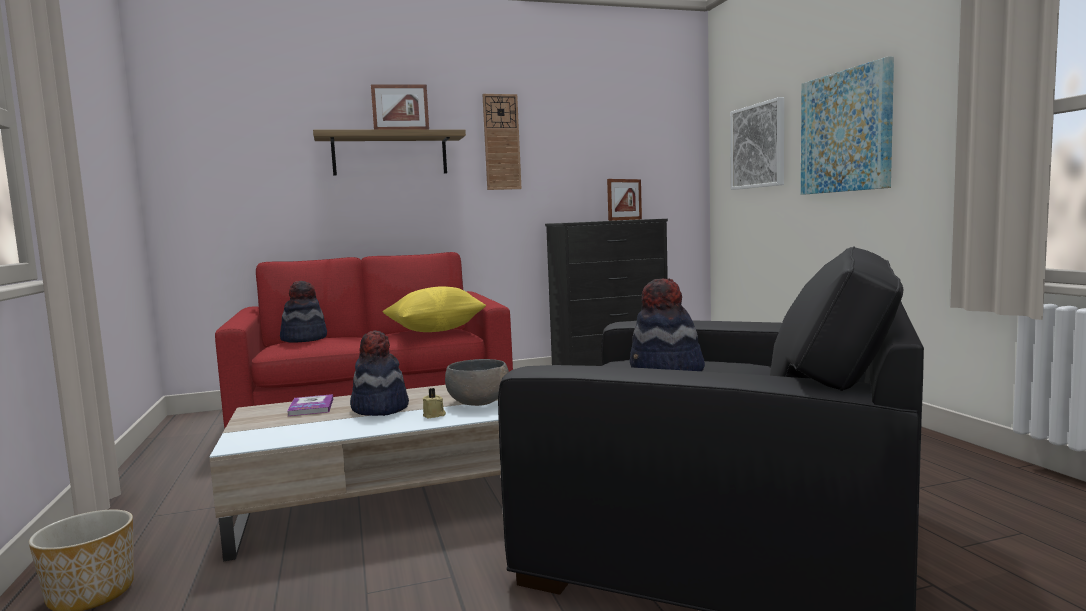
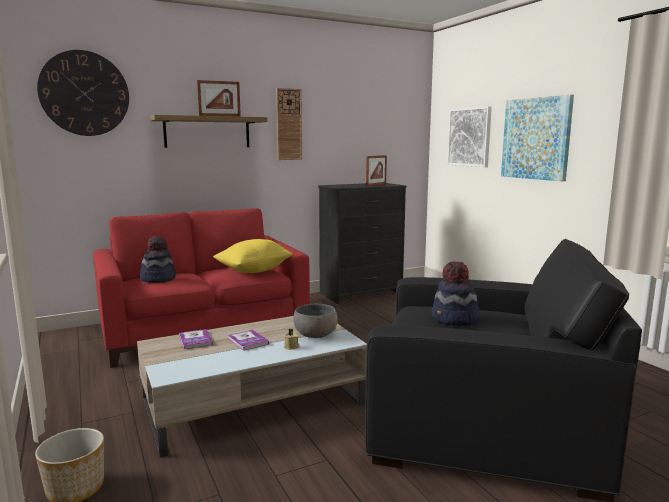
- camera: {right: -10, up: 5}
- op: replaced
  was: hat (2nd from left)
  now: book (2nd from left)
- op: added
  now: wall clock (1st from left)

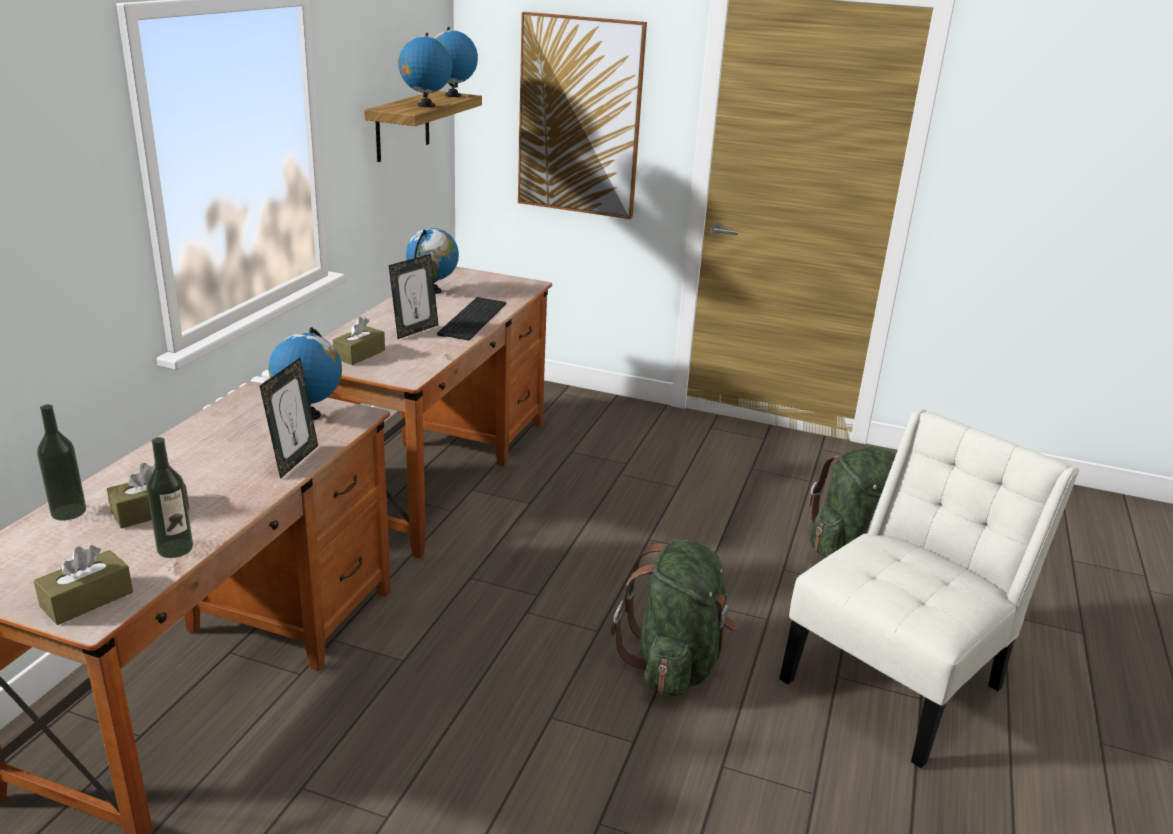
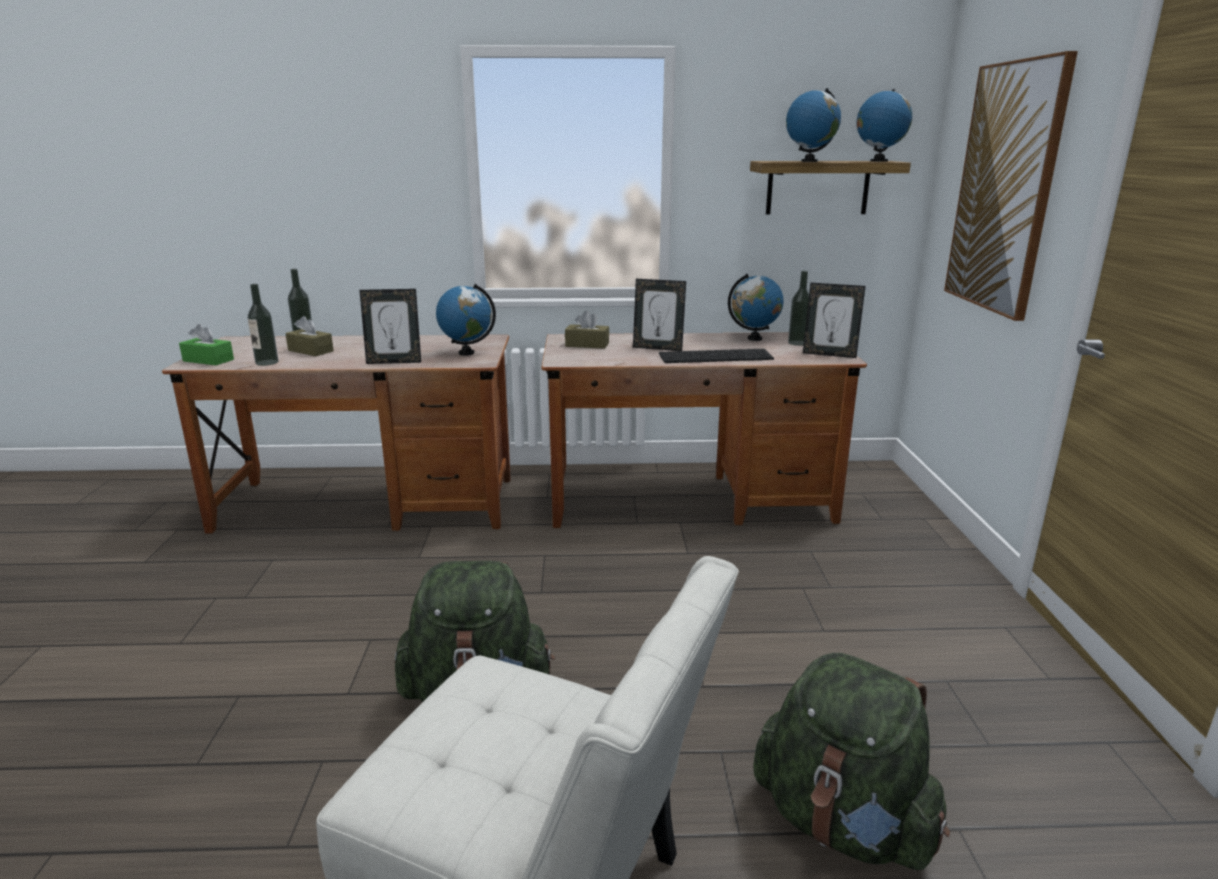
- camera: {right: 70, up: -5}
- op: recoloured
  was: tissue box (brown) (1st from left)
  now: tissue box (green)
- op: added
  now: bottle (3rd from left)
- op: added
  now: picture frame (3rd from left)

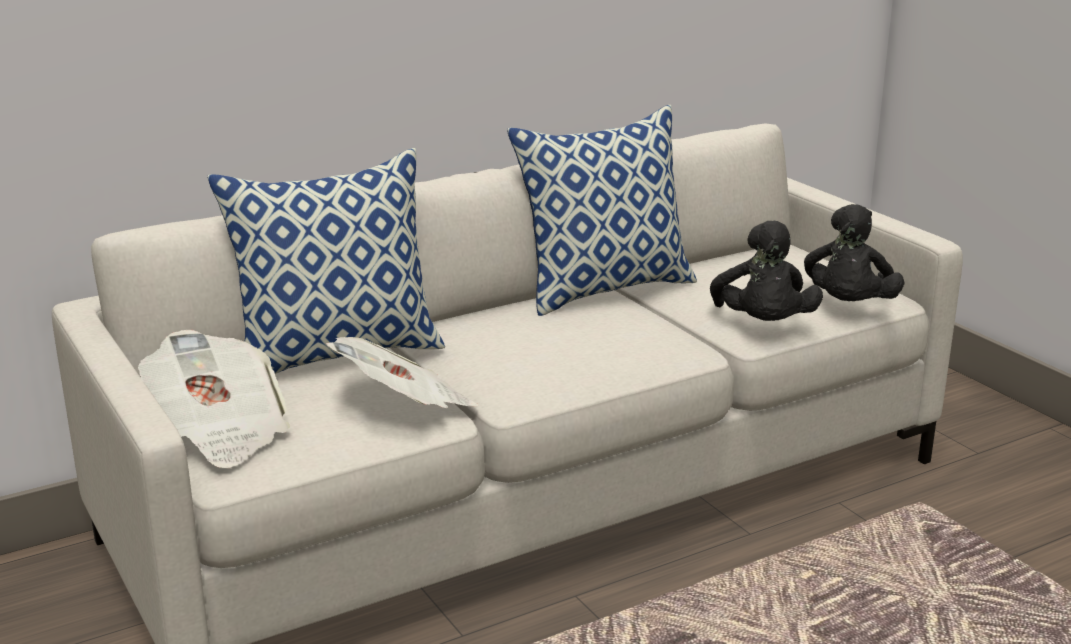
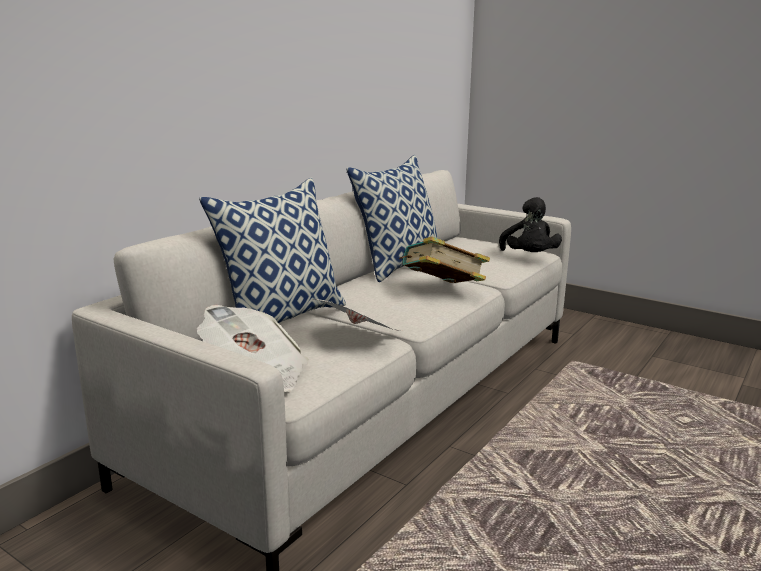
- camera: {right: -25, up: -5}
- op: removed
  was: plush toy (black) (1st from left)
- op: added
  now: book

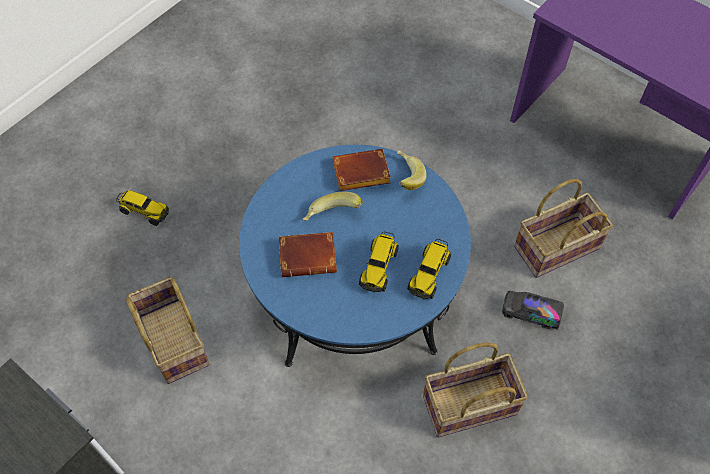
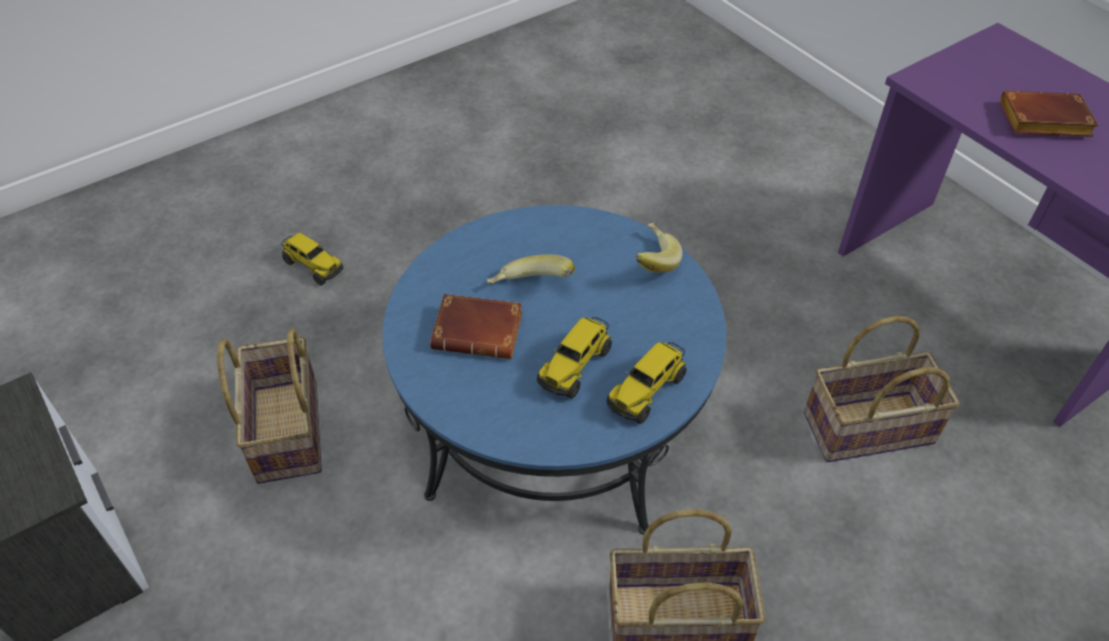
- camera: {right: 15, up: -10}
- op: moved
  was: book (brown) (2nd from left)
- op: removed
  was: toy truck (4th from left)

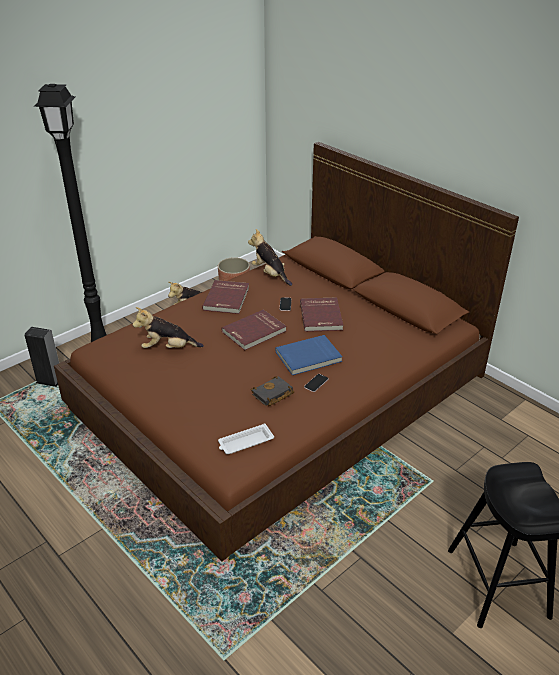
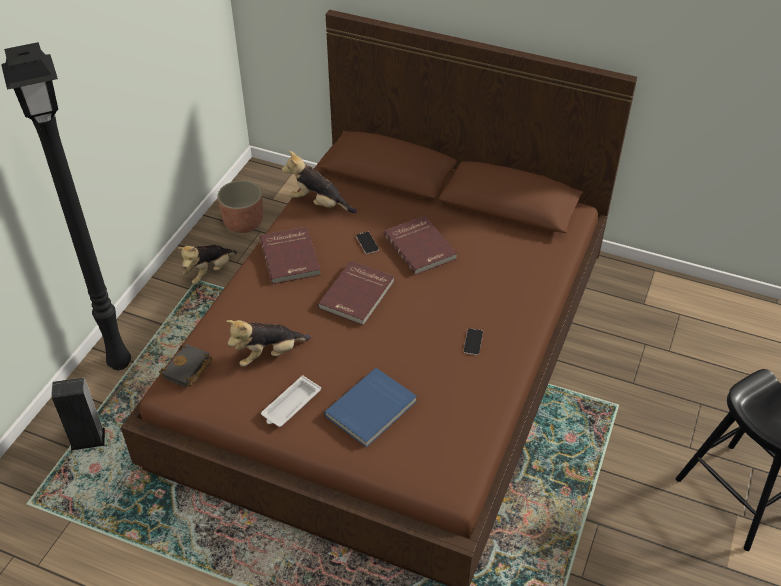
- camera: {right: -25, up: 10}
- op: moved
  was: book (blue)
- op: moved
  was: book (black)
- op: moved
  was: tray (white)

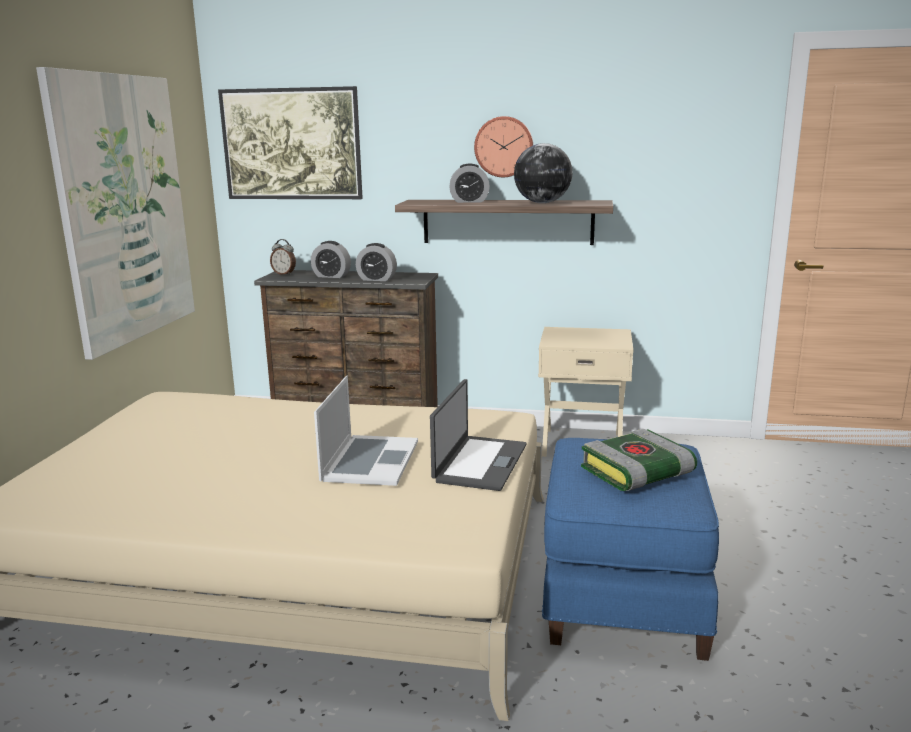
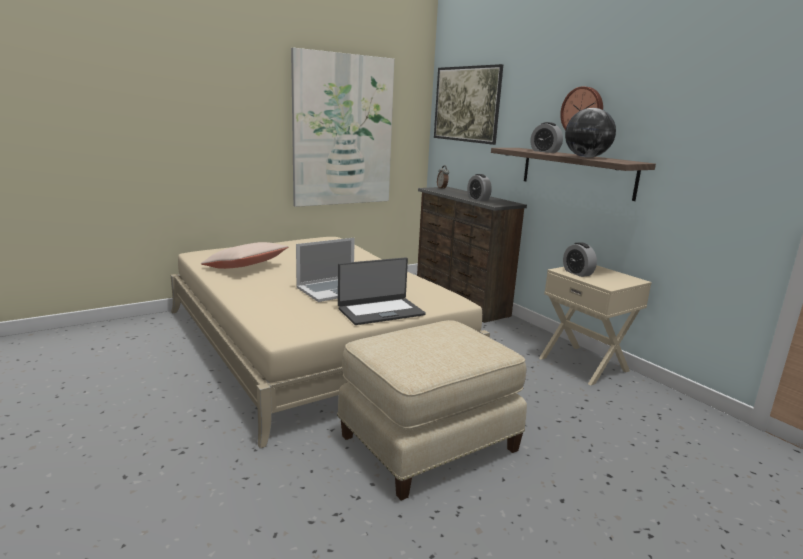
- camera: {right: 45, up: 0}
- op: moved
  was: alarm clock (2nd from left in the first image)
  now: alarm clock (4th from left)
- op: removed
  was: book
- op: recoloured
  was: ottoman (blue)
  now: ottoman (beige)
- op: added
  now: pillow (beige)

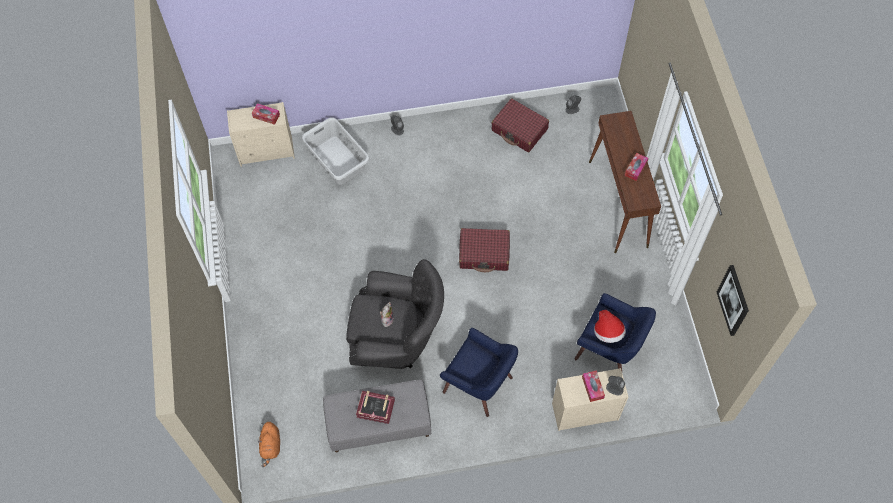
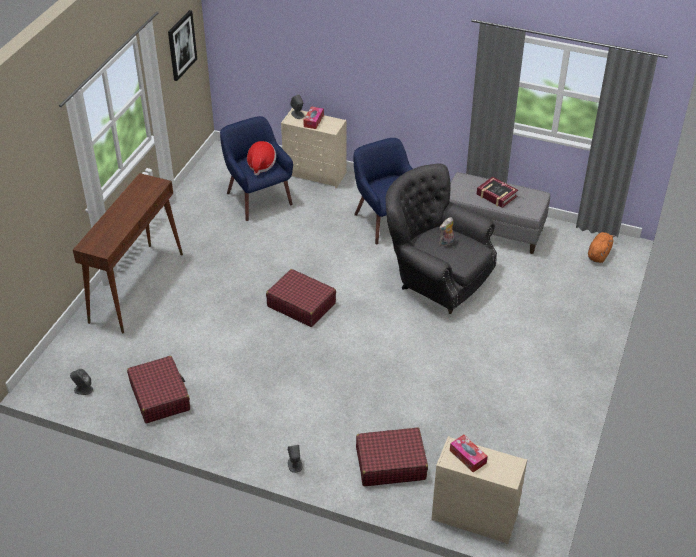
- camera: {right: -150, up: -20}
- op: replaced
  was: laundry basket (grey)
  now: suitcase (red) (3rd from left)
- op: removed
  was: tissue box (3rd from left)

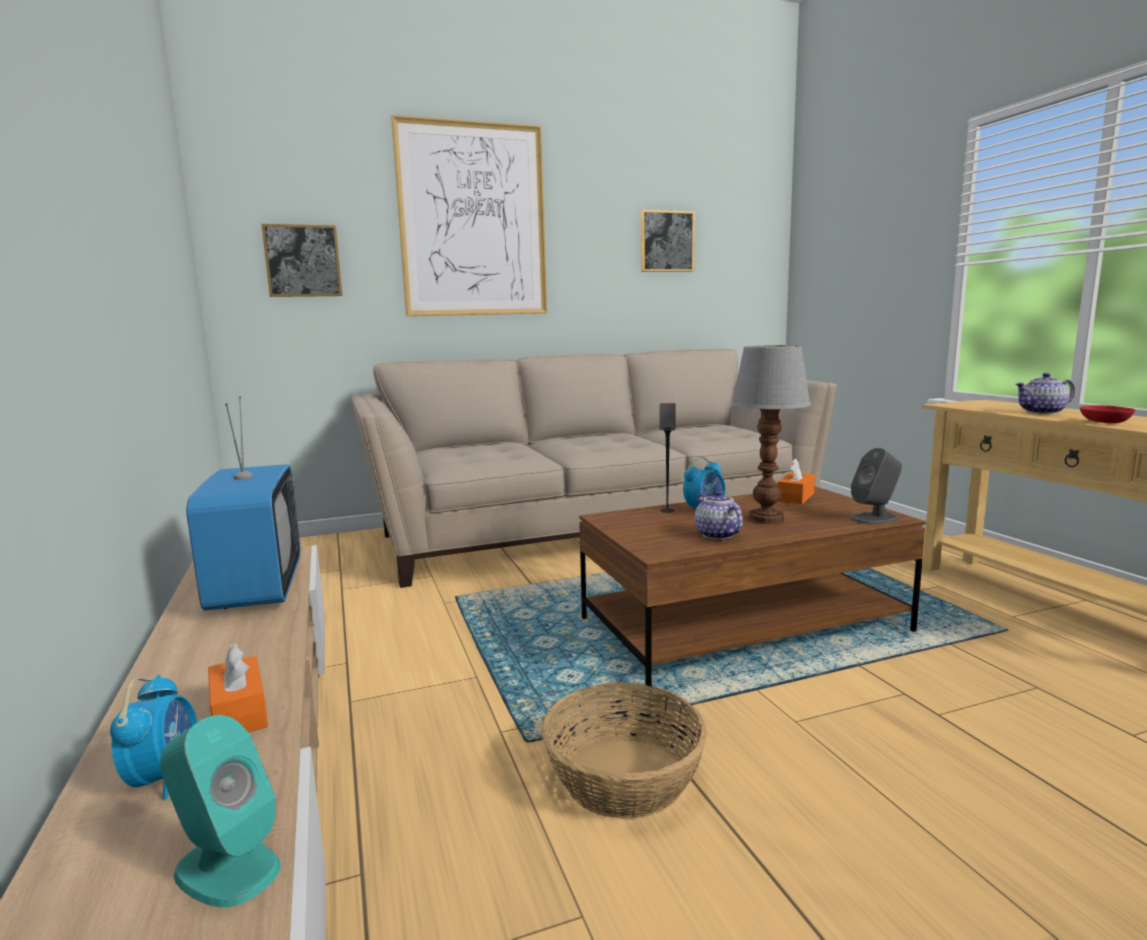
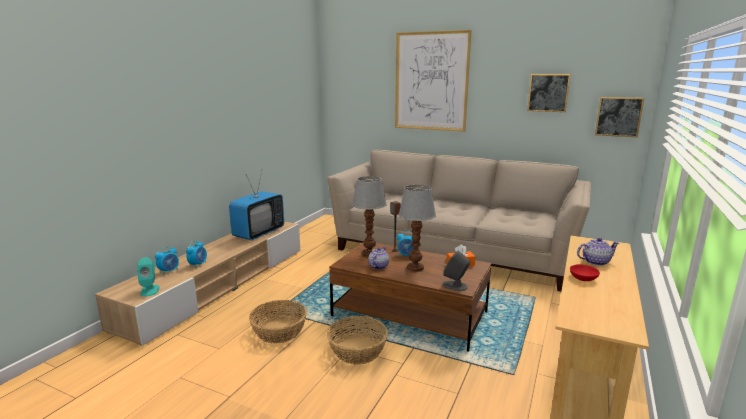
- camera: {right: 45, up: 5}
- op: moved
  was: picture (1st from left in the first image)
  now: picture (3rd from left)
- op: turned
  was: teapot (2nd from left)
  clockwise: 135
- op: replaced
  was: tissue box (orange) (1st from left)
  now: alarm clock (2nd from left)
- op: added
  now: table lamp (1st from left)
- op: added
  now: basket (2nd from left)

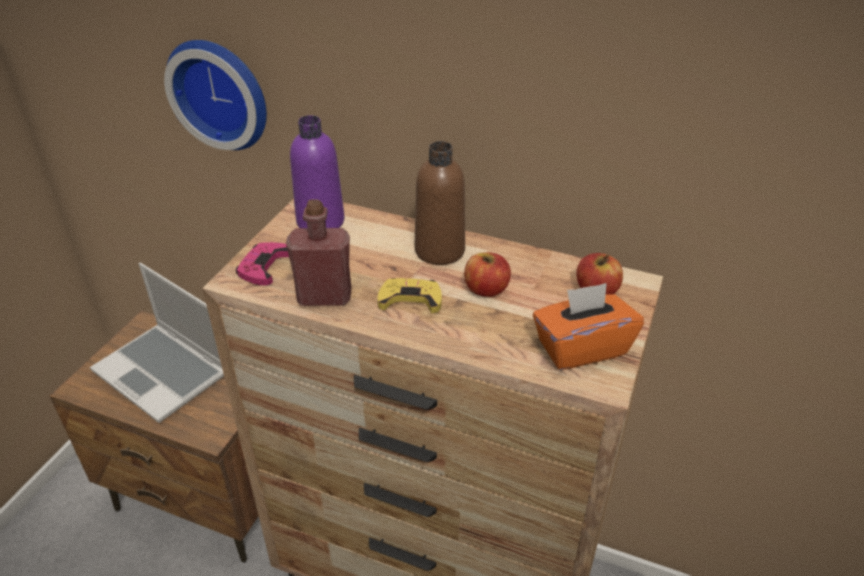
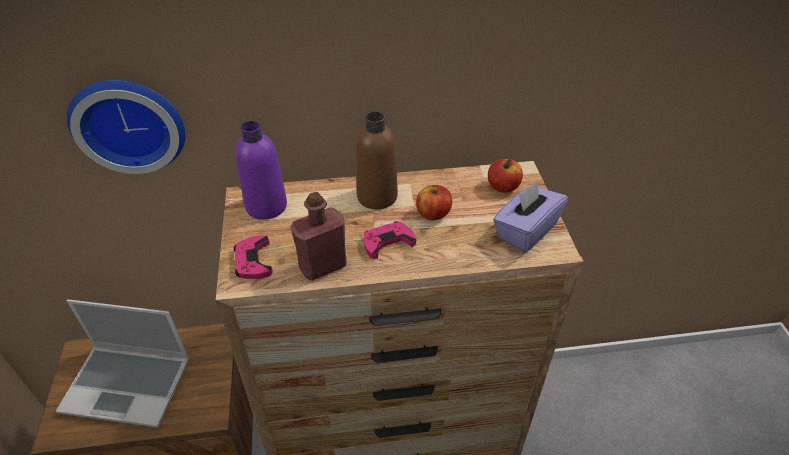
- camera: {right: -30, up: 5}
- op: recoloured
  was: game controller (yellow)
  now: game controller (pink) (2nd from left)
- op: recoloured
  was: tissue box (orange)
  now: tissue box (purple)

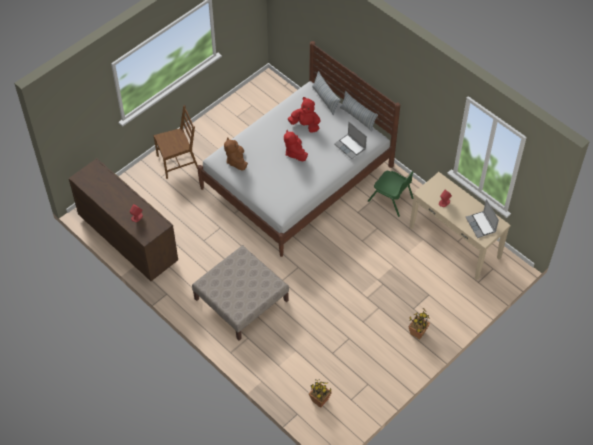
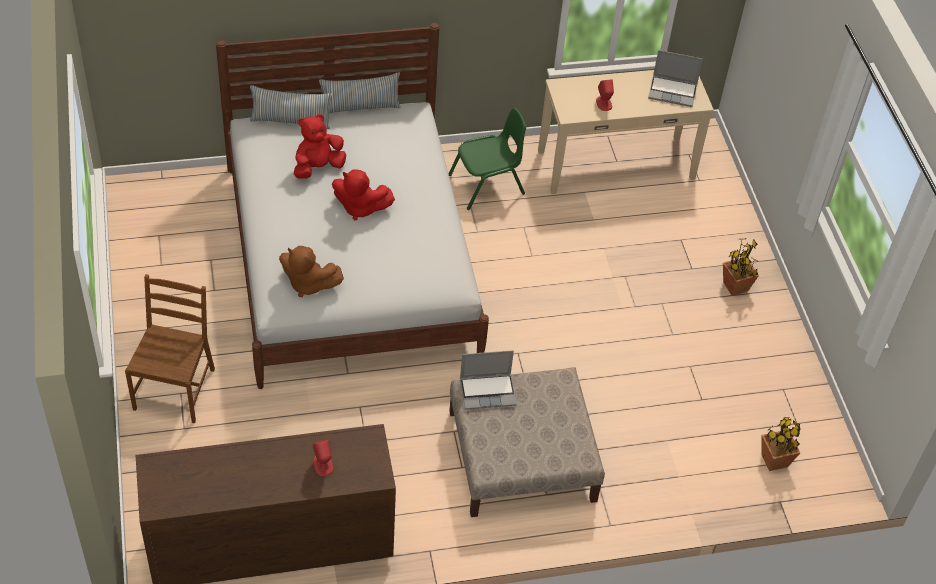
- camera: {right: -60, up: -5}
- op: moved
  was: laptop (1st from left)

